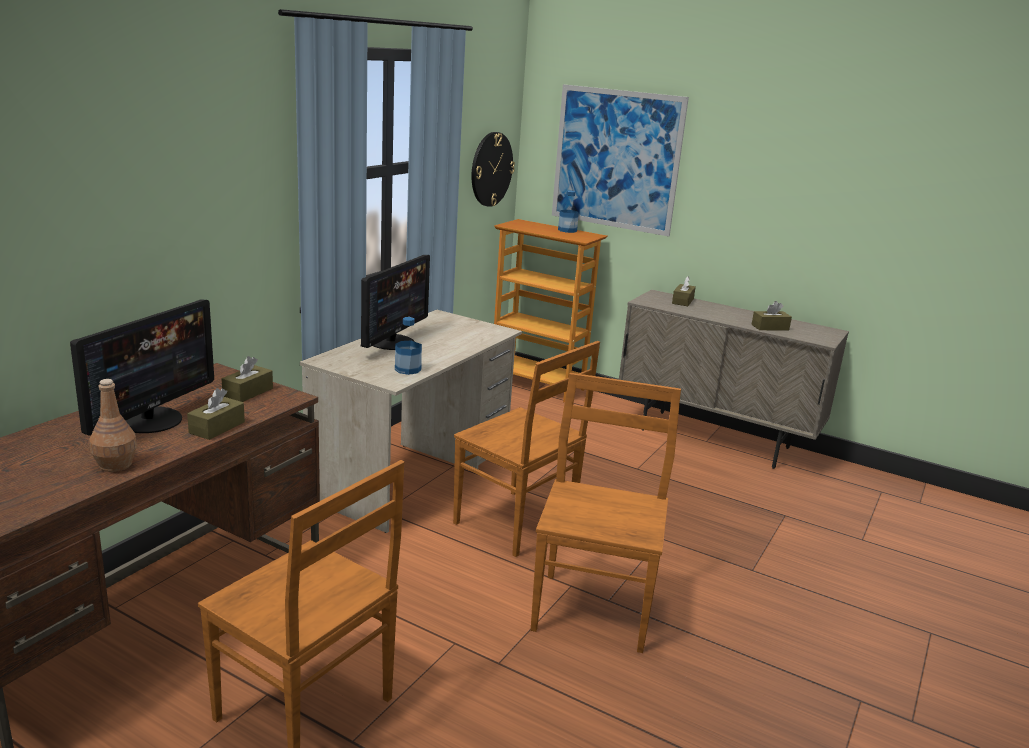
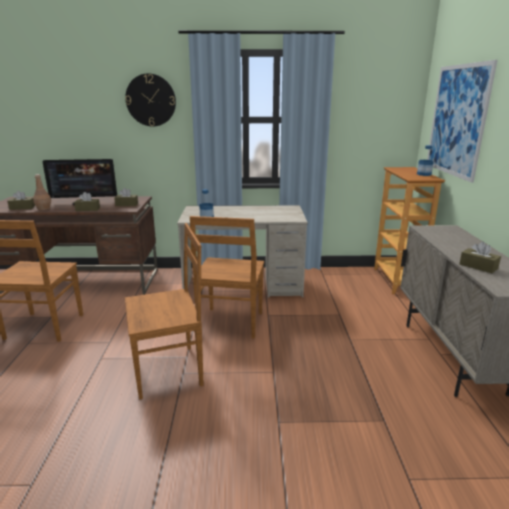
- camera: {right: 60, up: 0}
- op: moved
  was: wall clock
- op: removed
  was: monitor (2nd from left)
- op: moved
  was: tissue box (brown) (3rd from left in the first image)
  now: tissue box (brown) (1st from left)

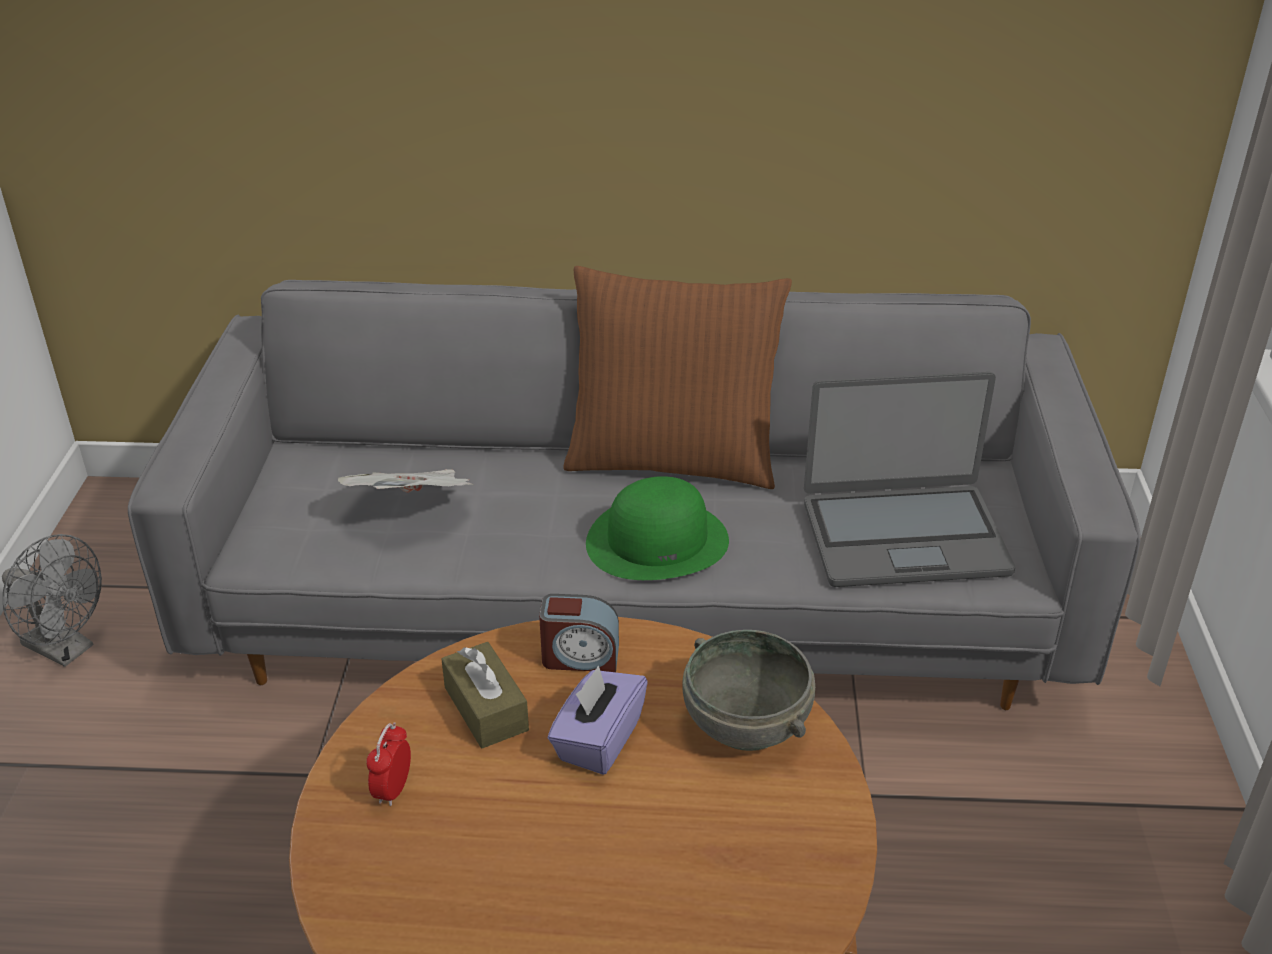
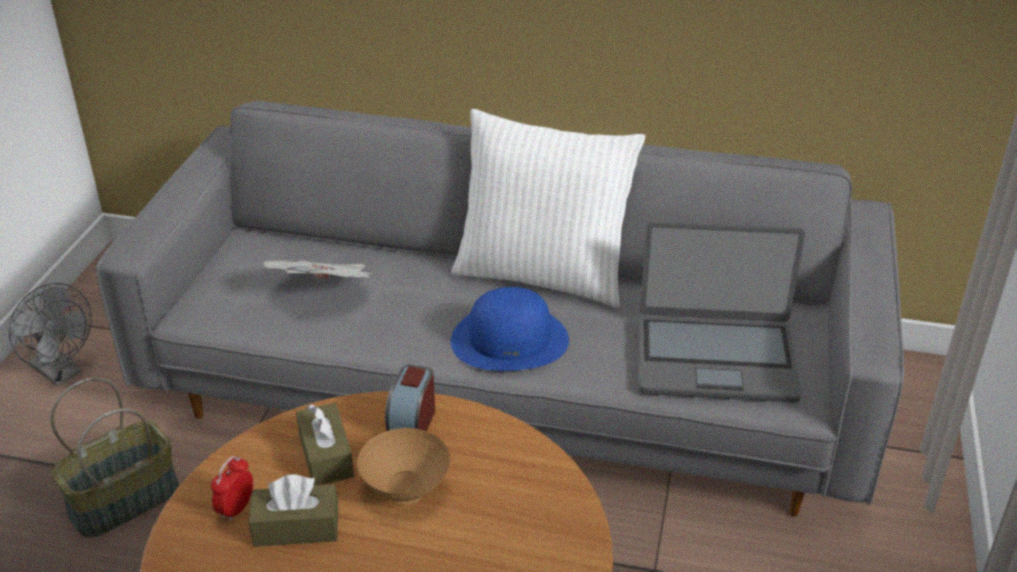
- camera: {right: 10, up: 0}
- op: recoloured
  was: pillow (brown)
  now: pillow (white)
- op: recoloured
  was: hat (green)
  now: hat (blue)
- op: turned
  was: alarm clock (2nd from left)
  clockwise: 90
- op: removed
  was: bowl (grey)
- op: replaced
  was: tissue box (purple)
  now: bowl (brown)
- op: added
  now: basket
- op: added
  now: tissue box (brown) (1st from left)

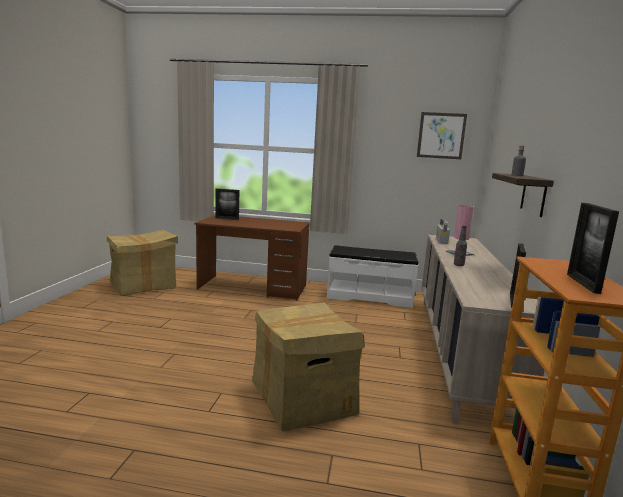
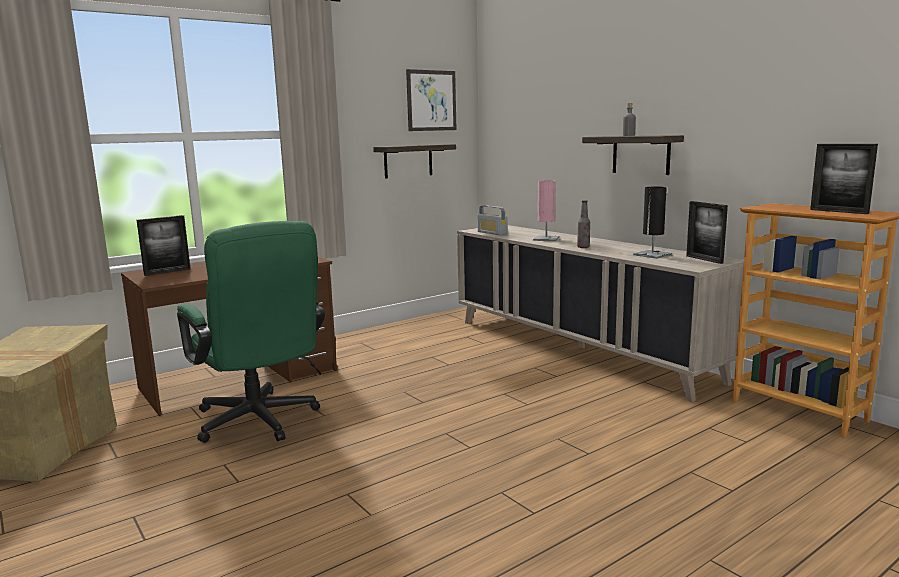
- camera: {right: -45, up: 0}
- op: removed
  was: bench (white)
- op: removed
  was: cardboard box (2nd from left)
- op: added
  now: shelf (1st from left)
- op: added
  now: table lamp (black)
- op: added
  now: office chair (green)

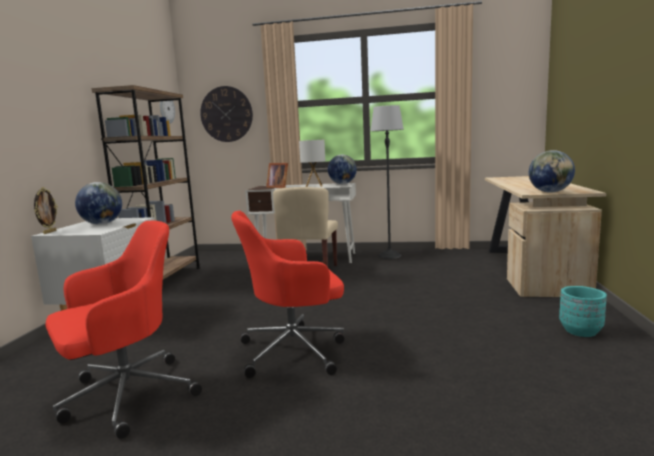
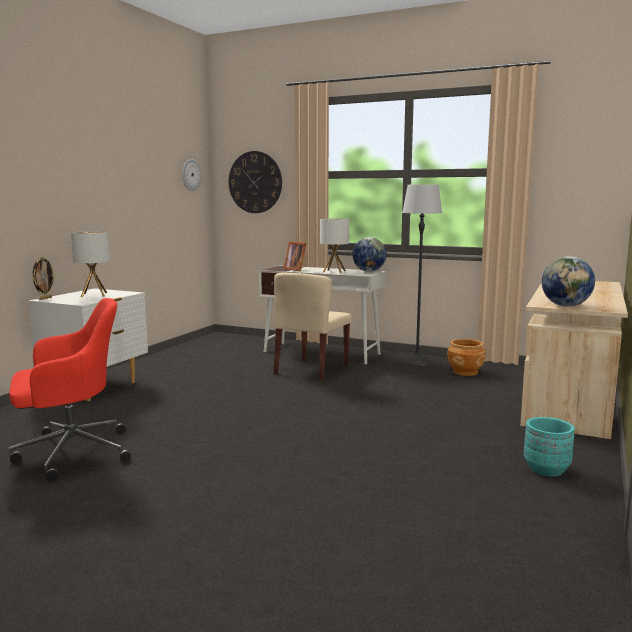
- camera: {right: 15, up: 0}
- op: removed
  was: bookcase (brown)
- op: replaced
  was: globe (1st from left)
  now: table lamp (1st from left)
- op: removed
  was: office chair (red) (2nd from left)
- op: added
  now: planter (brown)

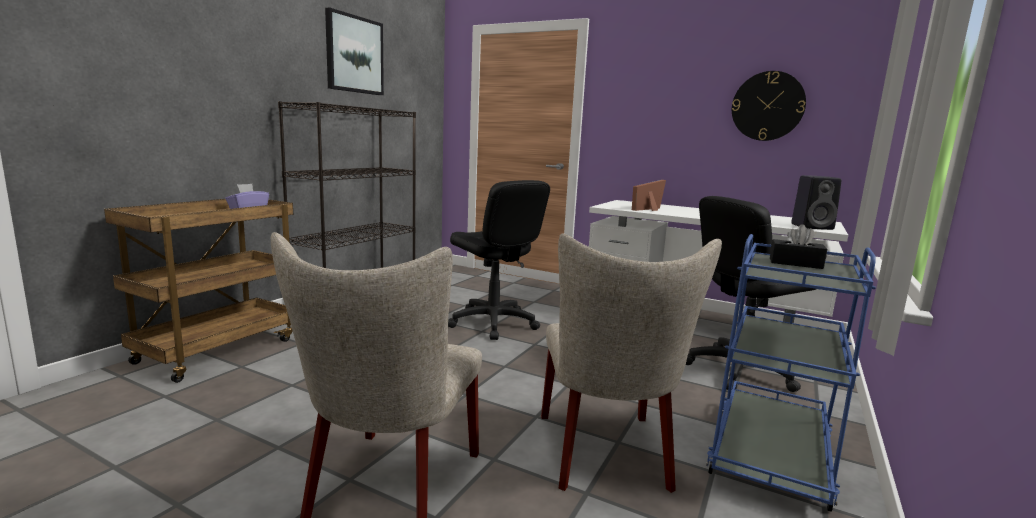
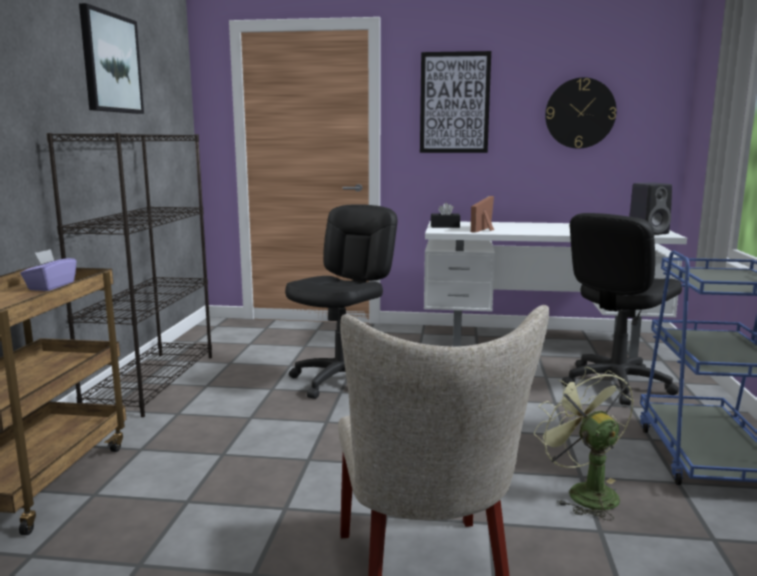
- camera: {right: -20, up: 0}
- op: turned
  was: office chair (black) (1st from left)
  clockwise: -90
- op: moved
  was: tissue box (black)
- op: replaced
  was: chair (beige) (2nd from left)
  now: fan (green)
- op: added
  now: picture (2nd from left)

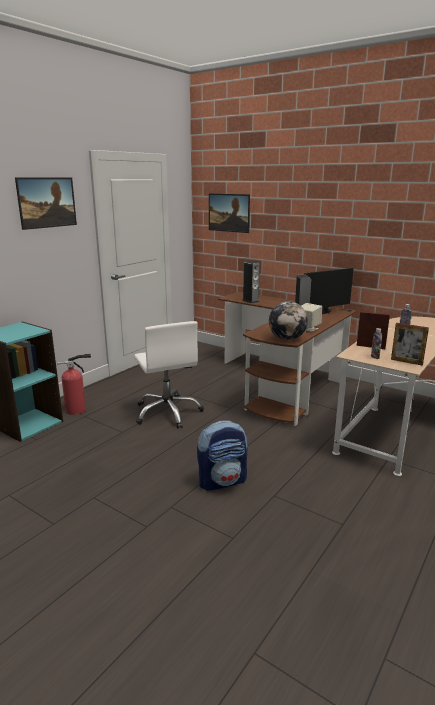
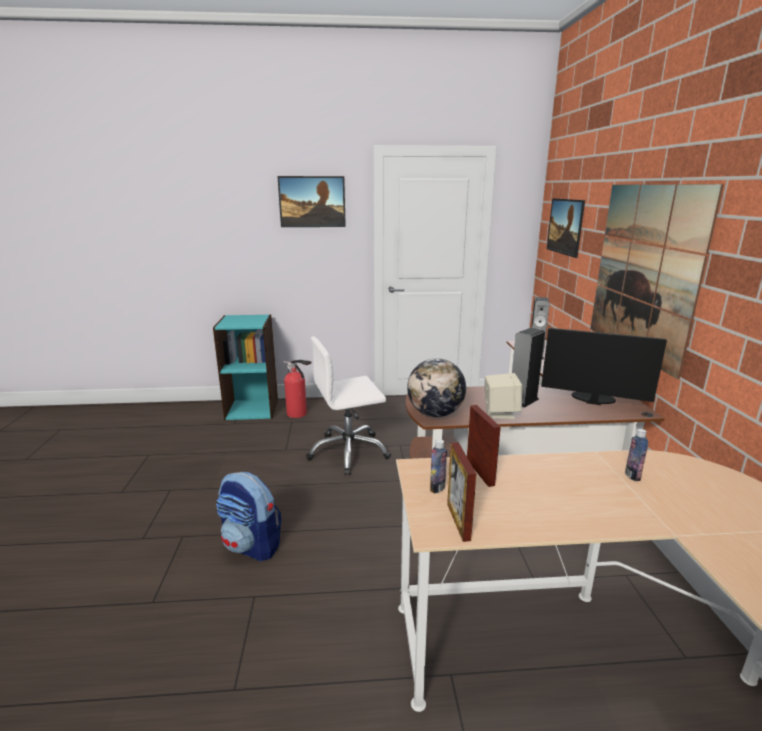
- camera: {right: 50, up: 0}
- op: turned
  was: office chair (white)
  clockwise: 45
- op: added
  now: picture (3rd from left)

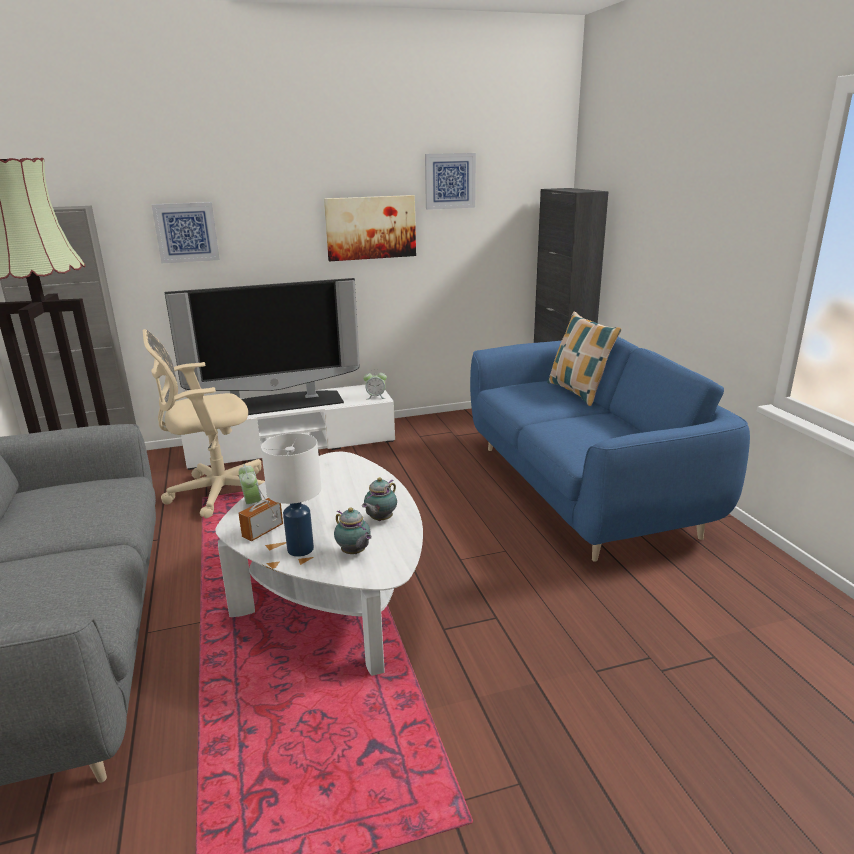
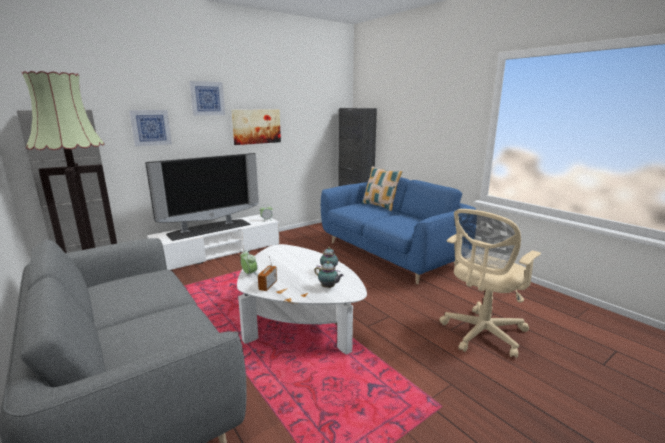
- camera: {right: -20, up: -5}
- op: moved
  was: picture (3rd from left in the first image)
  now: picture (2nd from left)
- op: moved
  was: office chair (beige)
- op: removed
  was: table lamp (white)

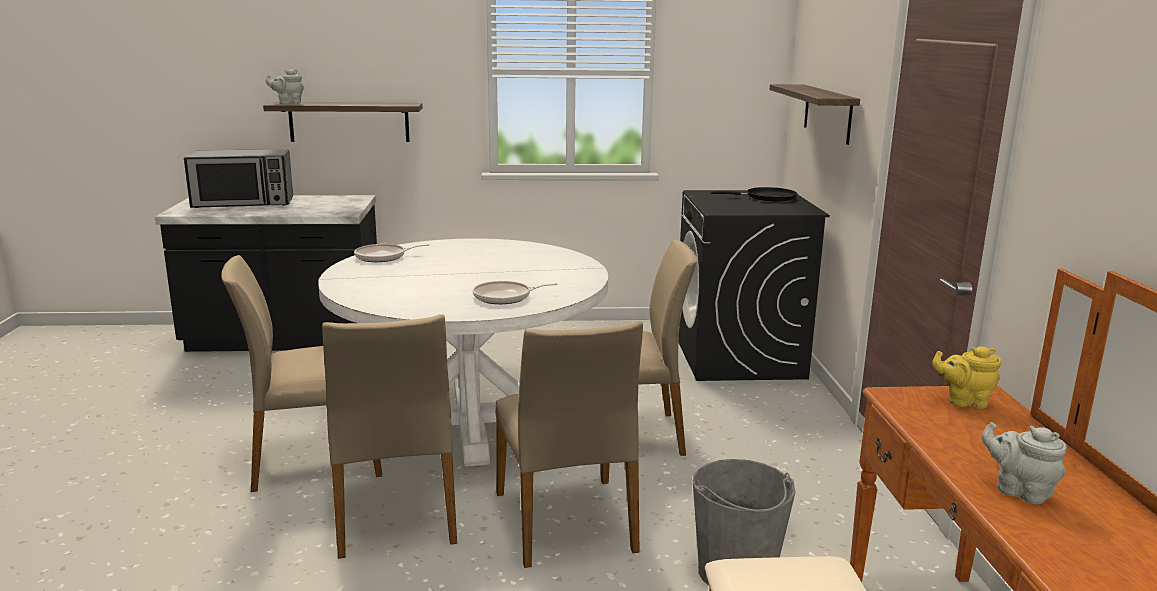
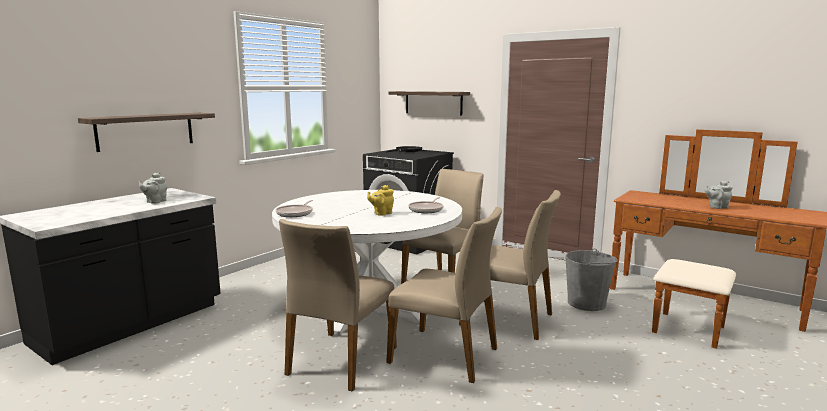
- camera: {right: -50, up: -5}
- op: moved
  was: teapot (grey) (1st from left)
- op: removed
  was: microwave
- op: moved
  was: teapot (yellow)

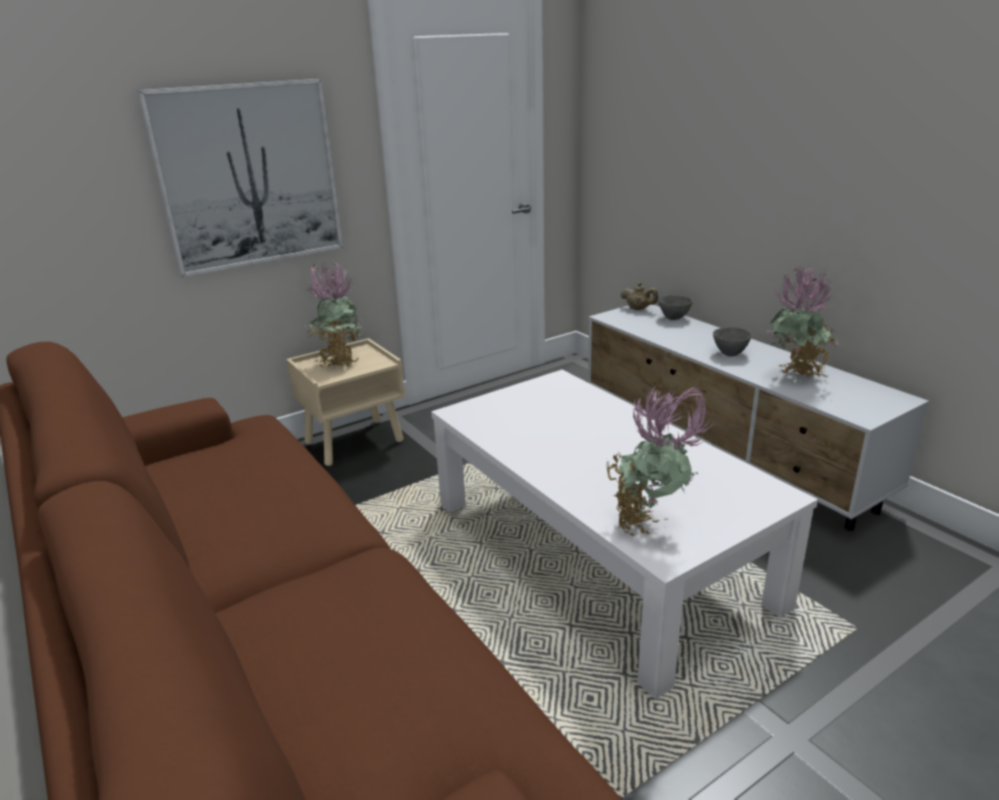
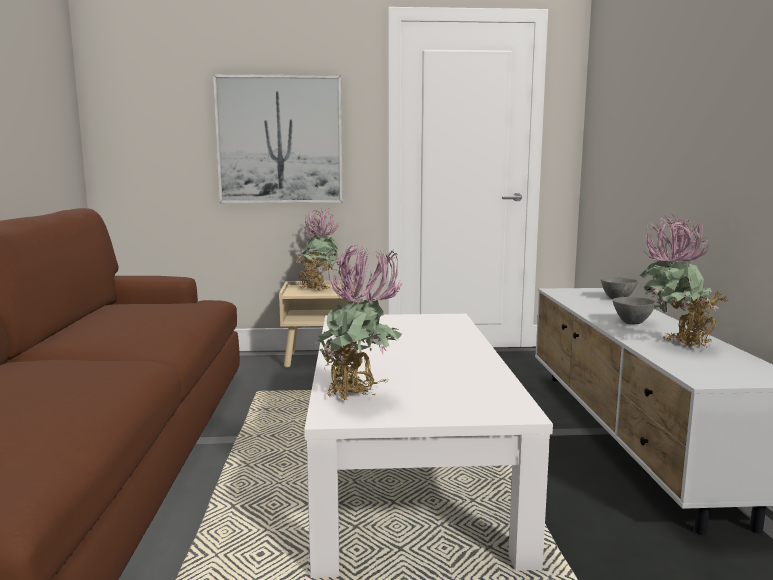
- camera: {right: 30, up: -15}
- op: removed
  was: teapot (beige)

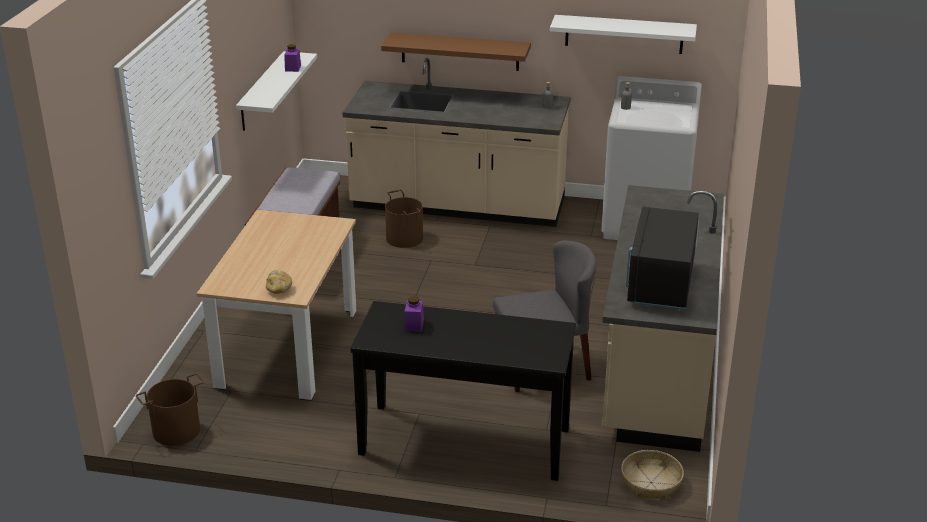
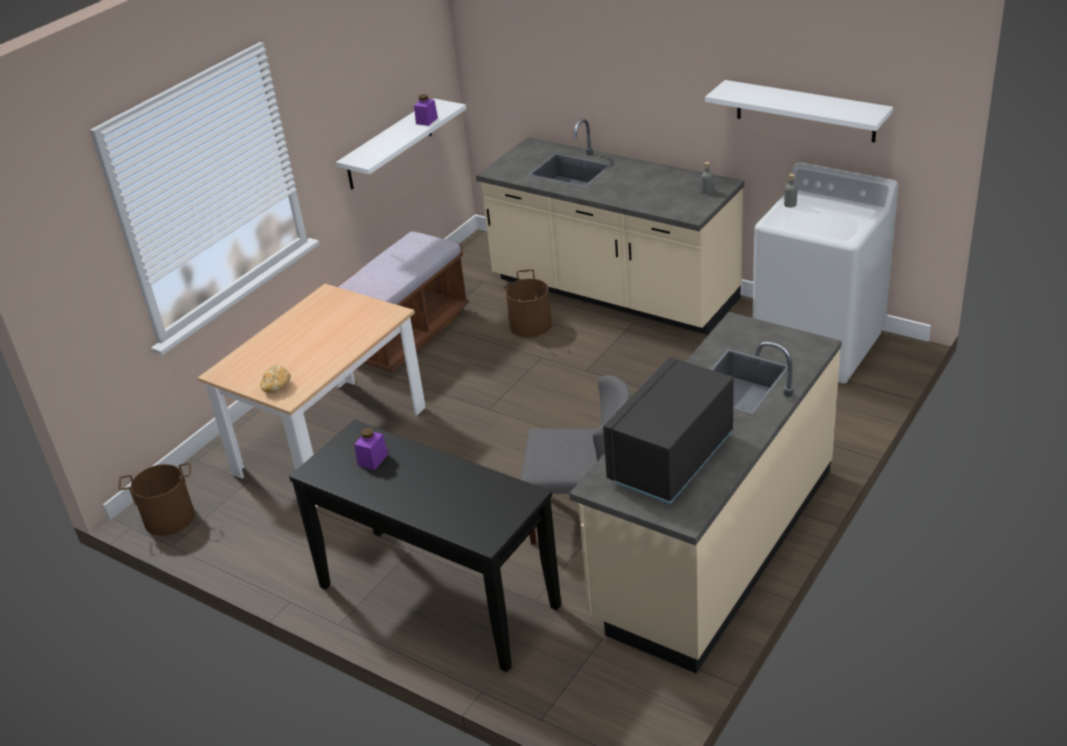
- camera: {right: 25, up: 5}
- op: removed
  was: shelf (brown)
- op: removed
  was: basket

